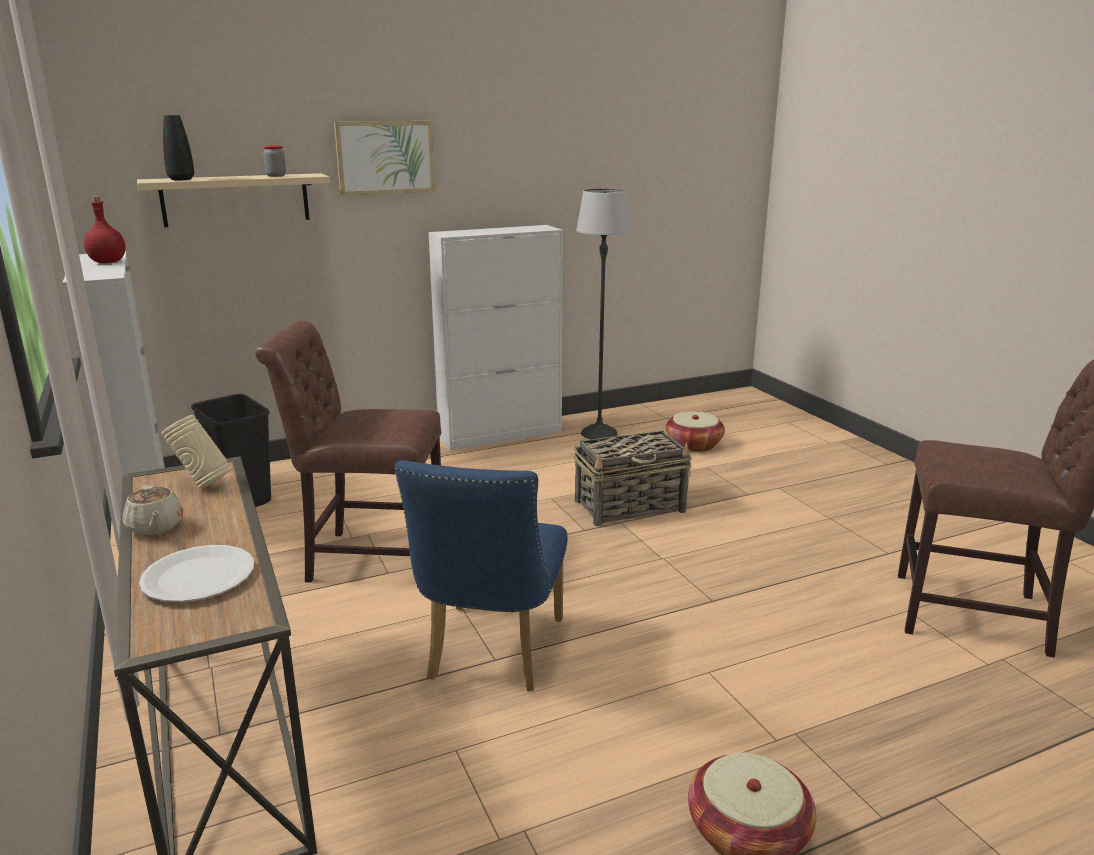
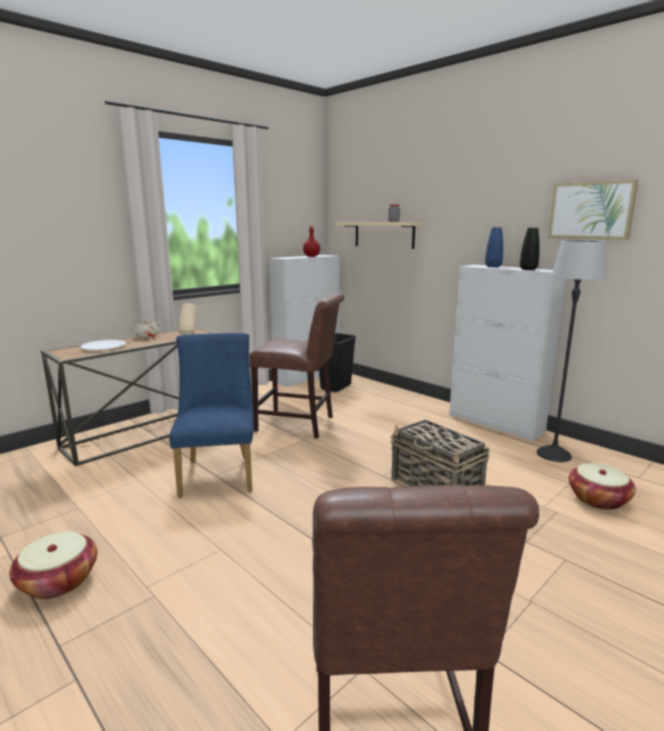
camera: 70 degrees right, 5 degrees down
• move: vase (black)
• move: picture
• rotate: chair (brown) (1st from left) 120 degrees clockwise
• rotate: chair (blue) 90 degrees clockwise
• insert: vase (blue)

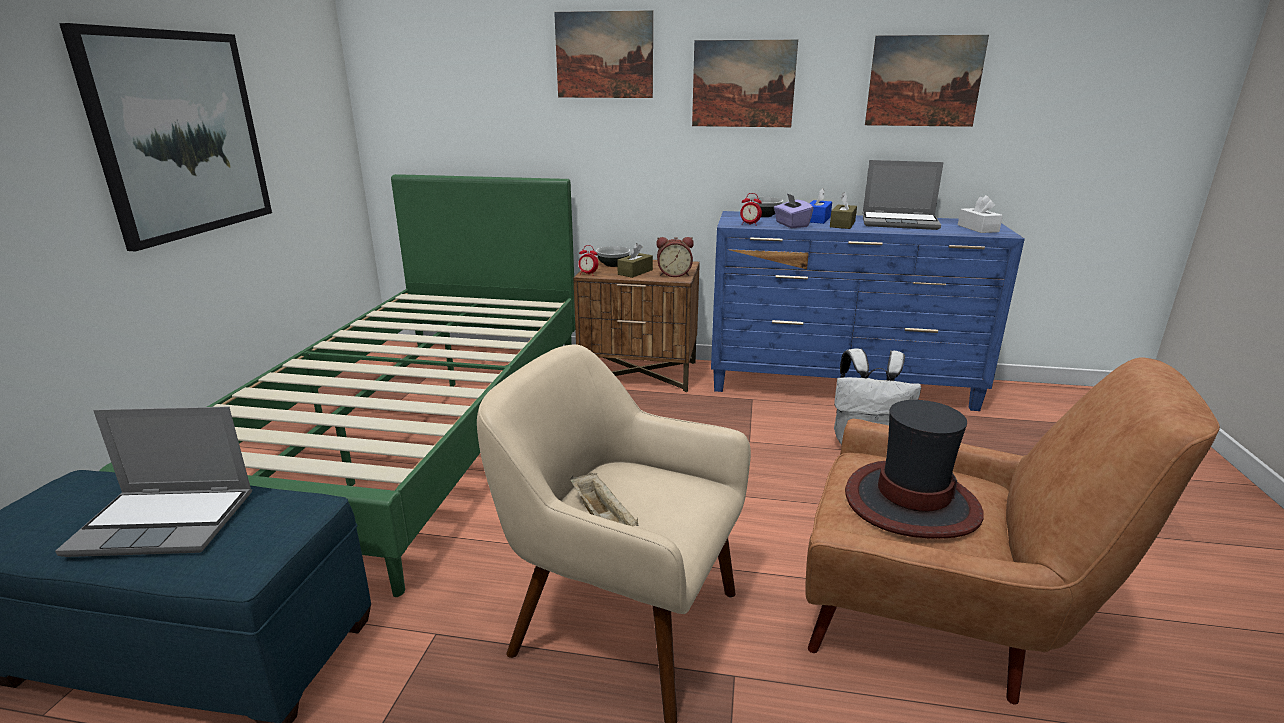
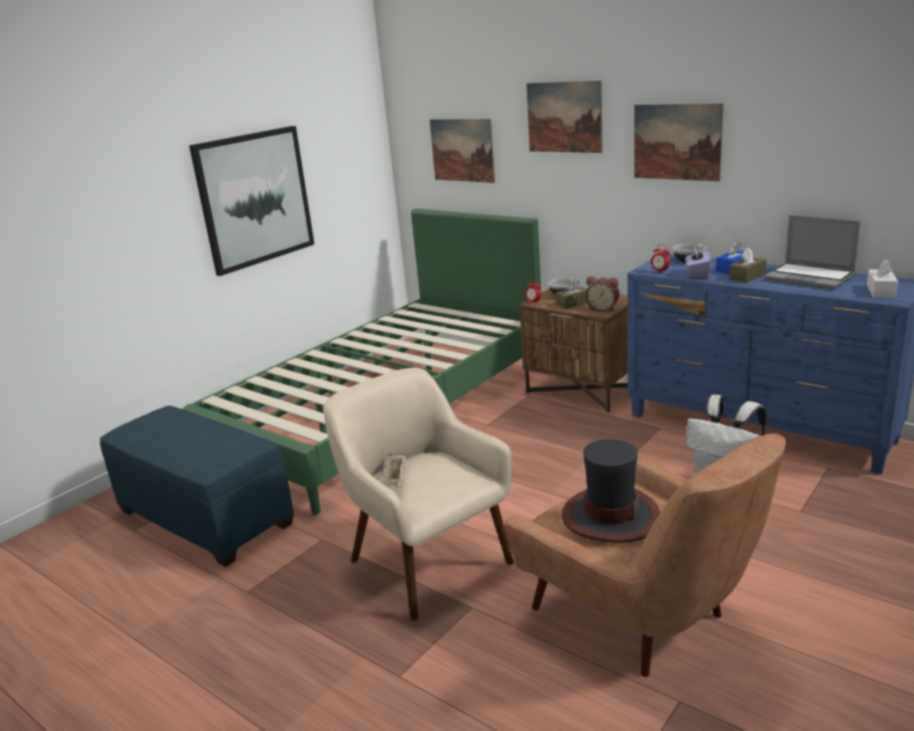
camera: 30 degrees right, 0 degrees up
• move: picture (4th from left in the first image) to picture (2nd from left)
• delete: laptop (1st from left)

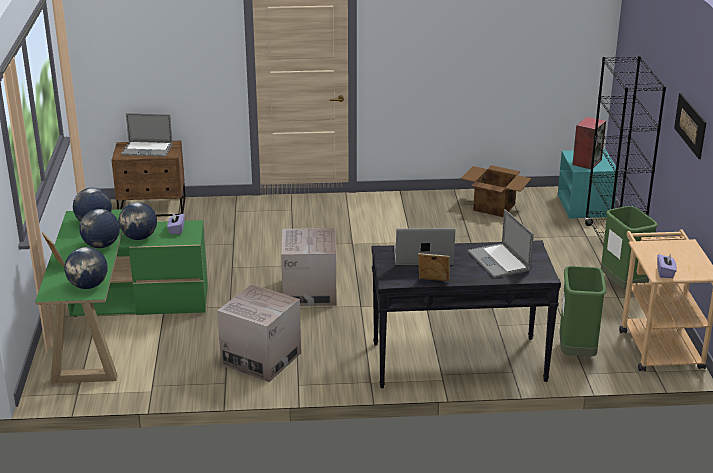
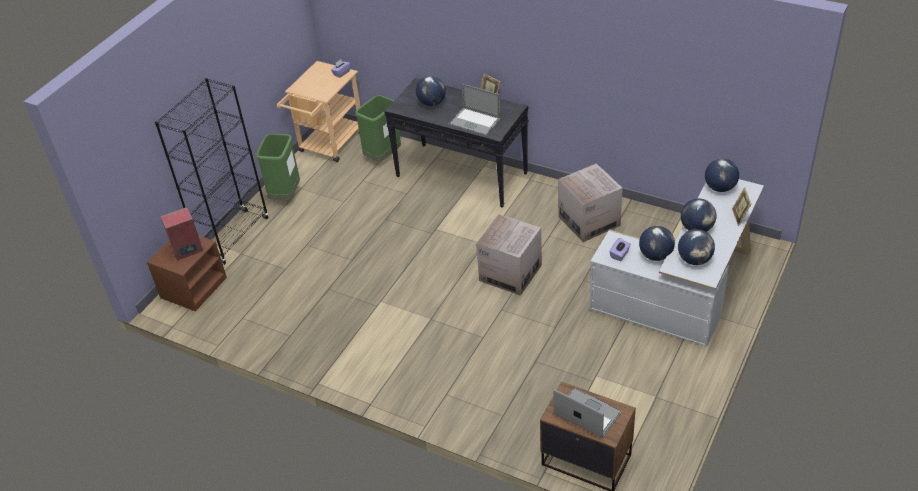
camera: 145 degrees left, 15 degrees up
• delete: picture
• recolor: nightstand (turquoise) to nightstand (brown) (1st from left)
• delete: cardboard box (3rd from left)
• recolor: desk (green) to desk (white)
• replace: laptop (3rd from left) to globe (1st from left)

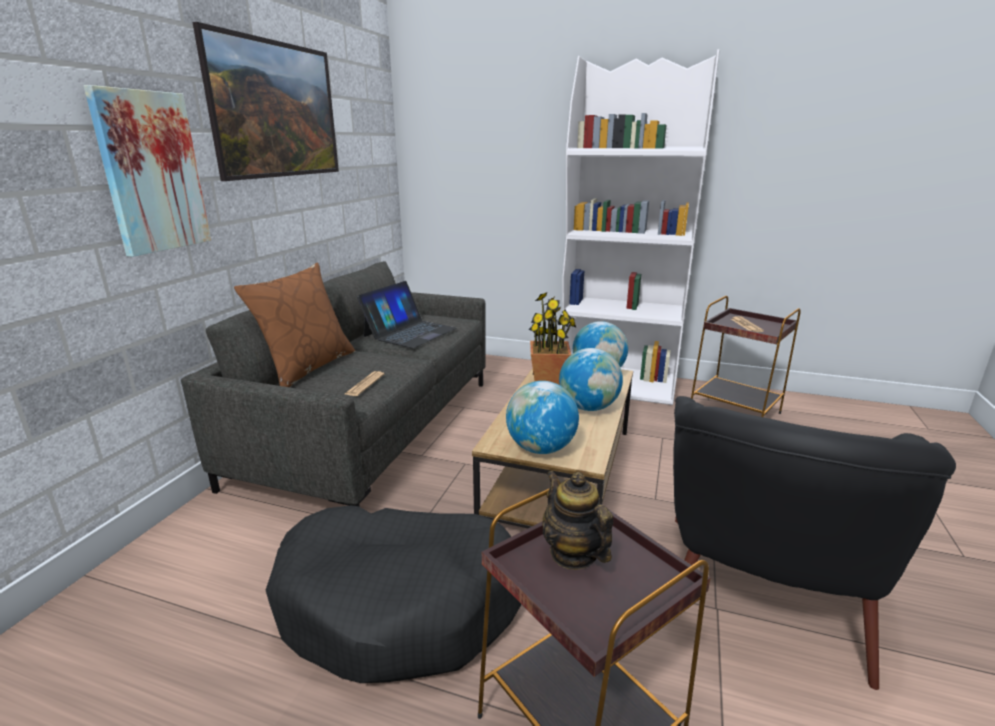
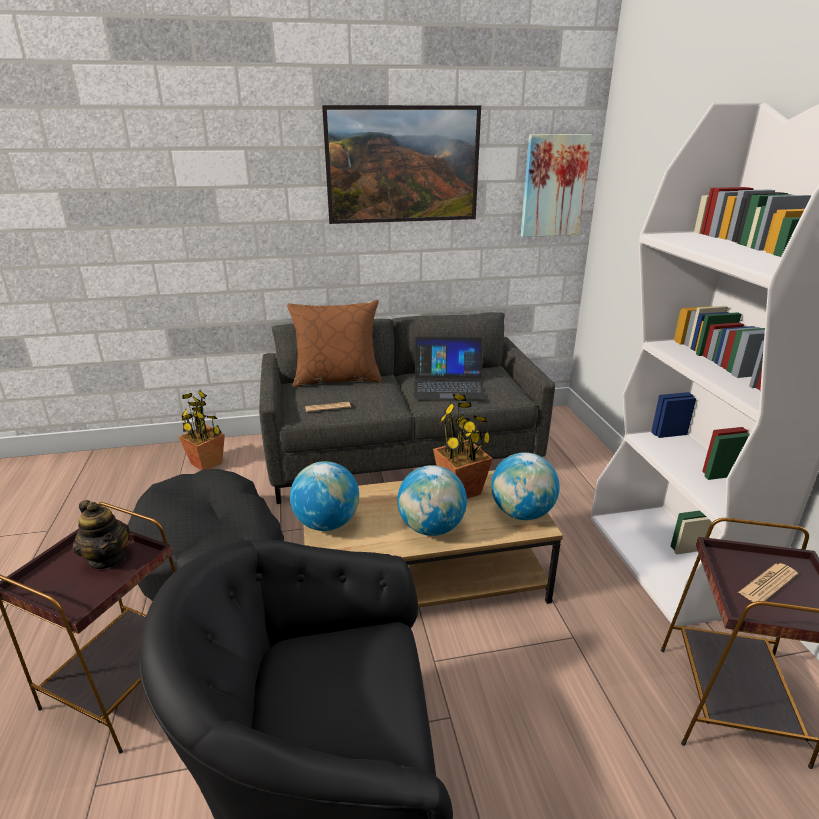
camera: 60 degrees right, 5 degrees up
• move: picture (1st from left in the first image) to picture (2nd from left)
• rotate: teapot 105 degrees clockwise
• insert: potted plant (1st from left)

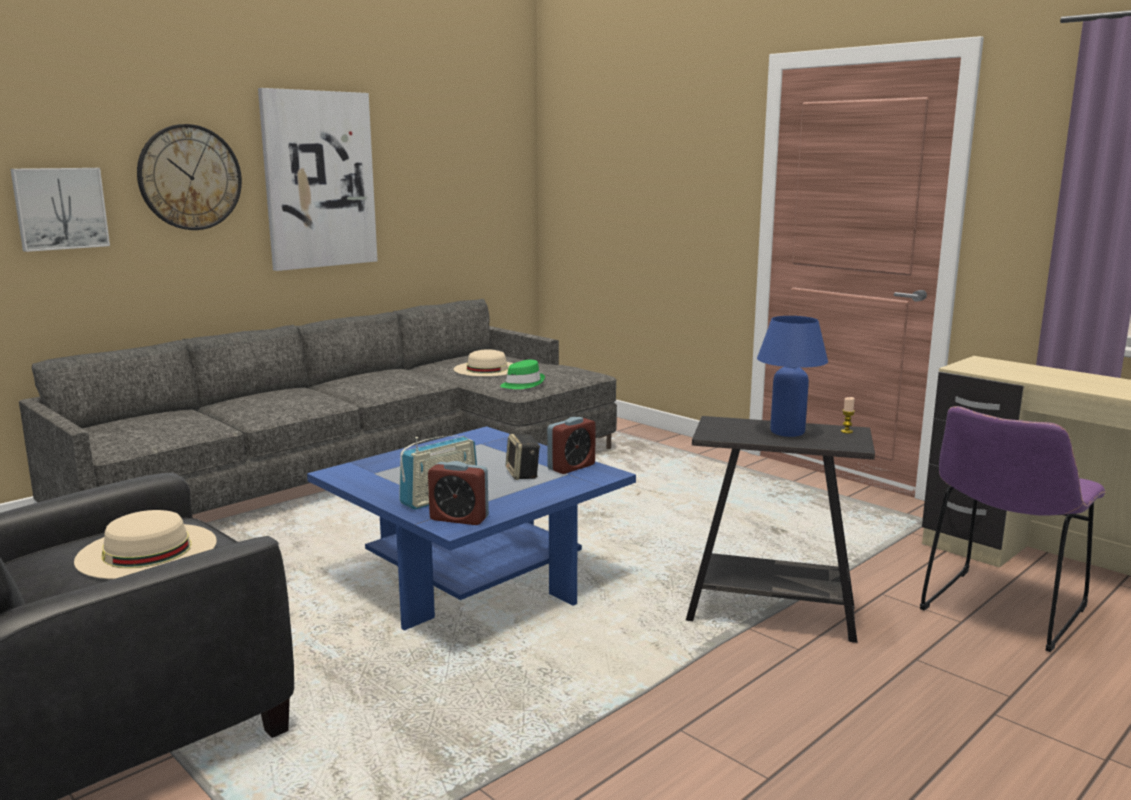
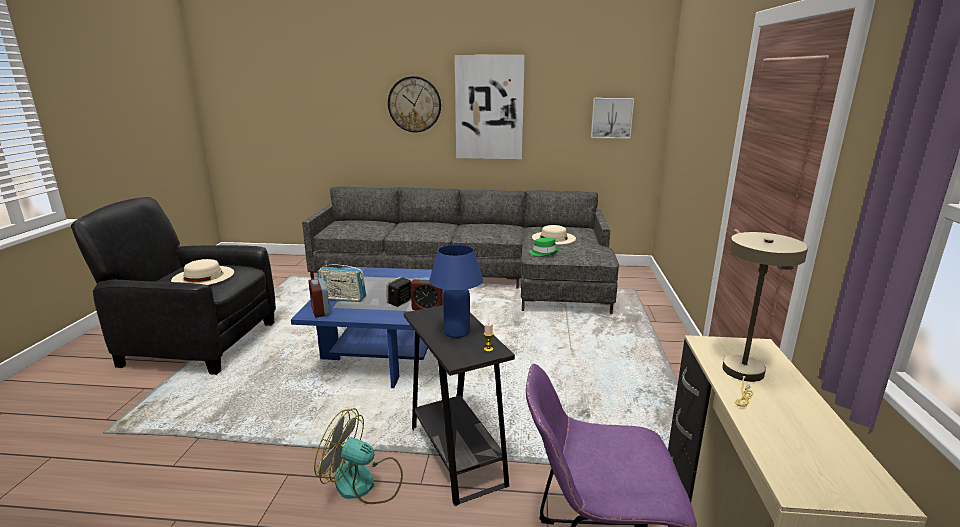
camera: 50 degrees right, 5 degrees up
• move: picture (1st from left in the first image) to picture (2nd from left)
• insert: table lamp (beige)
• insert: fan

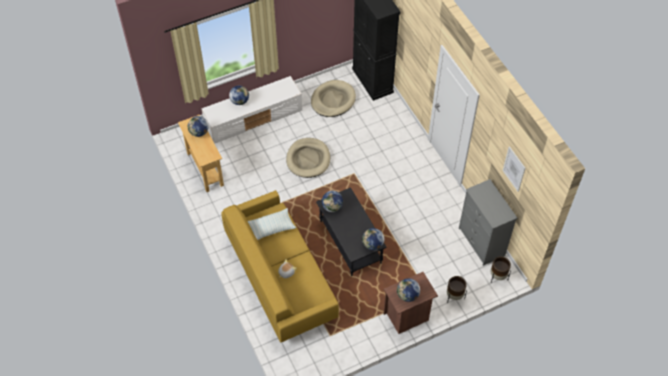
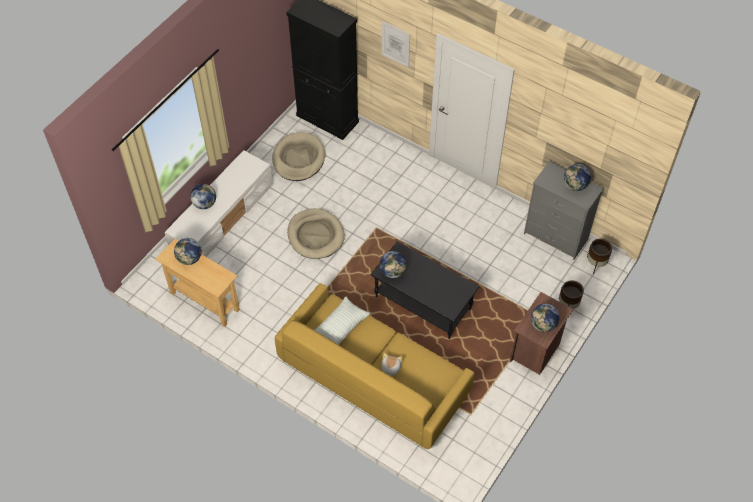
camera: 30 degrees left, 0 degrees up
• move: picture
• move: globe (4th from left in the first image) to globe (5th from left)

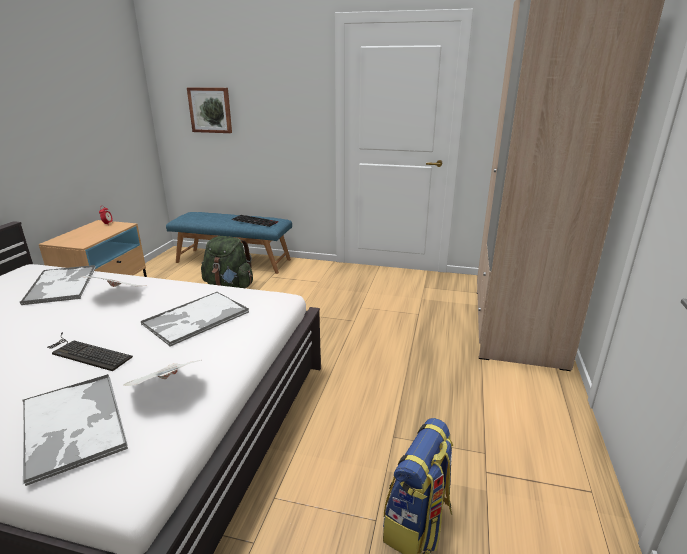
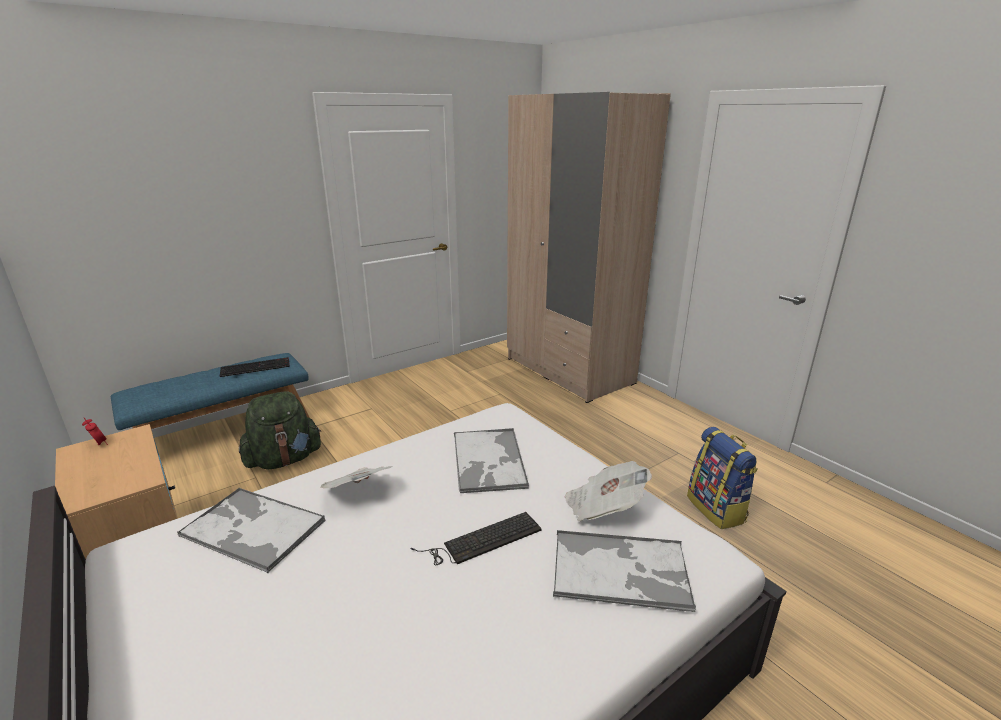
camera: 50 degrees left, 0 degrees up
• delete: picture

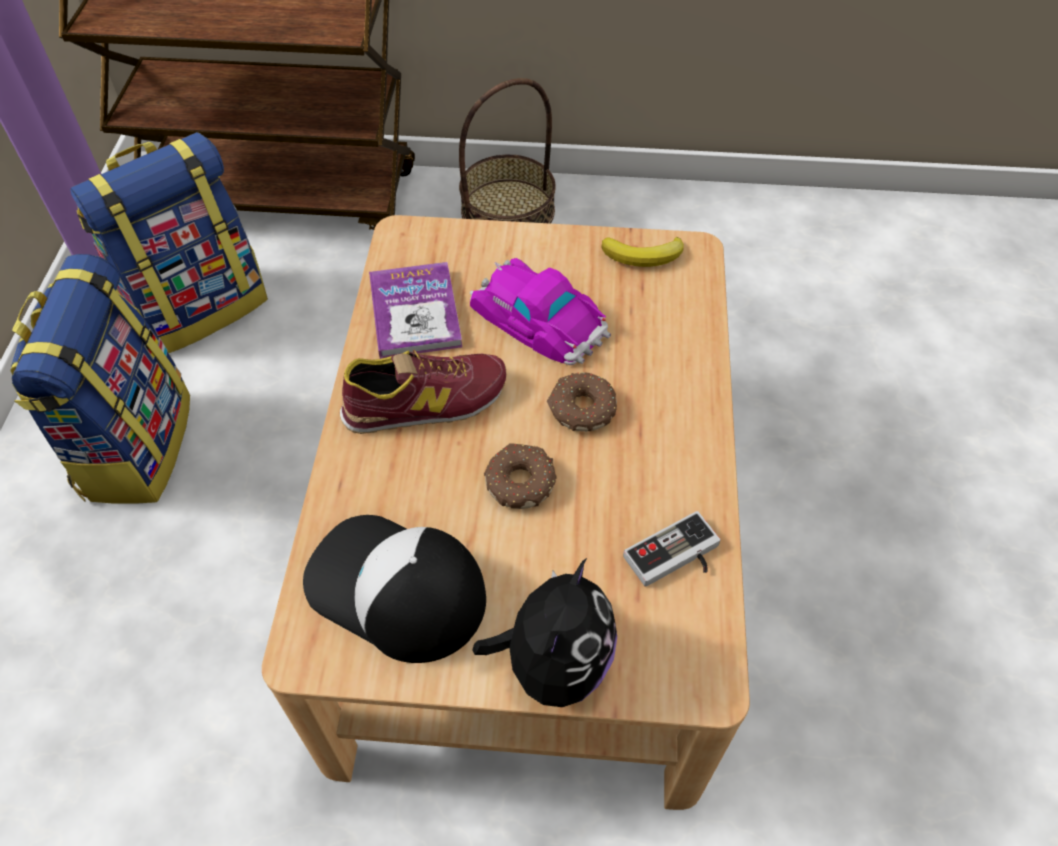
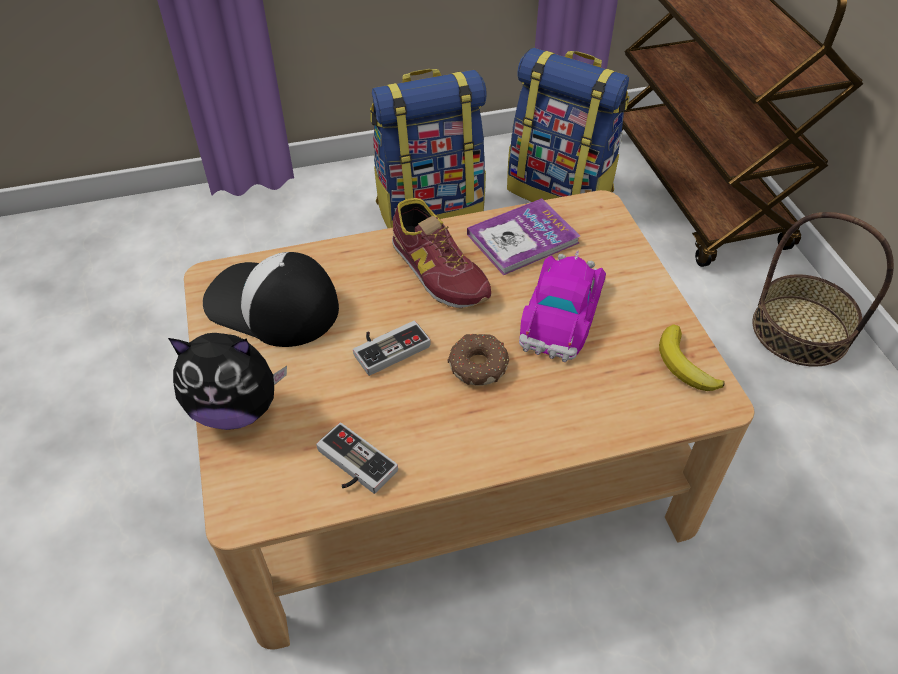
camera: 70 degrees right, 5 degrees down
• replace: donut (1st from left) to game controller (2nd from left)
• rotate: cap 75 degrees counterclockwise

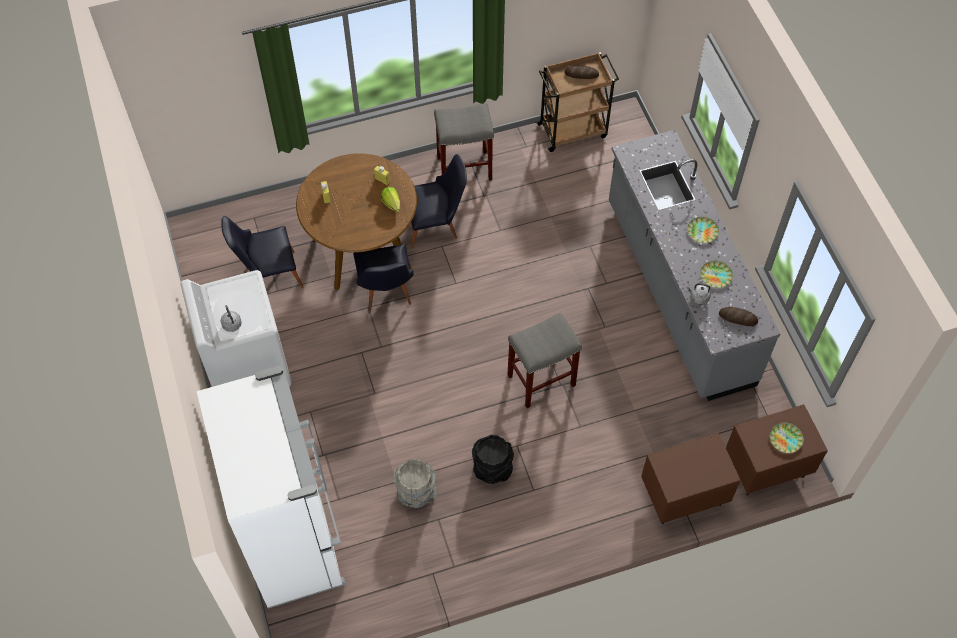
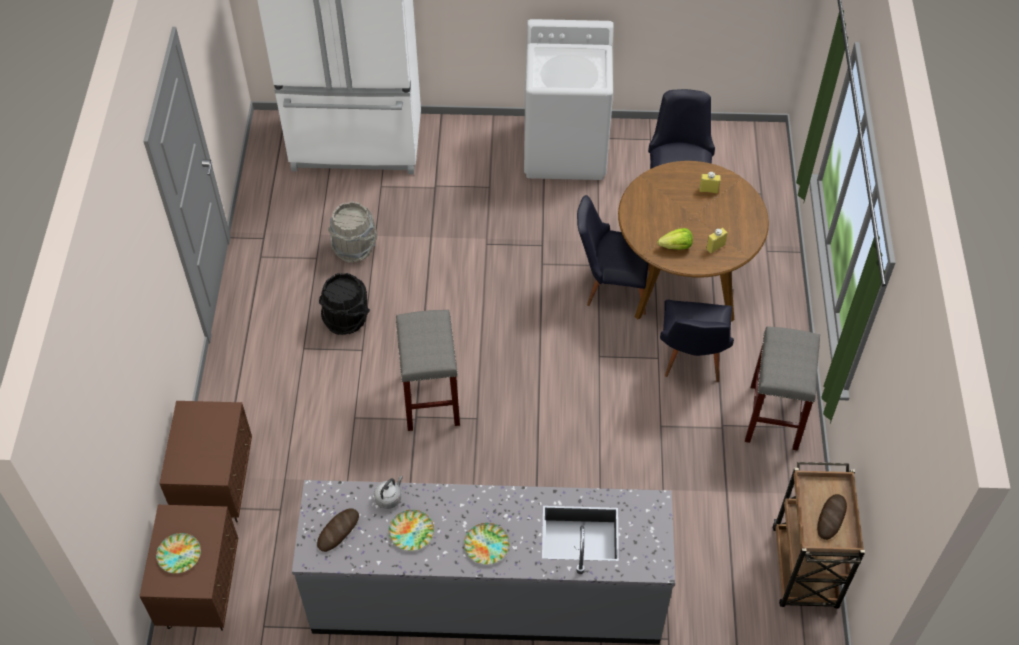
camera: 110 degrees right, 5 degrees down
• delete: kettle (grey) (1st from left)

